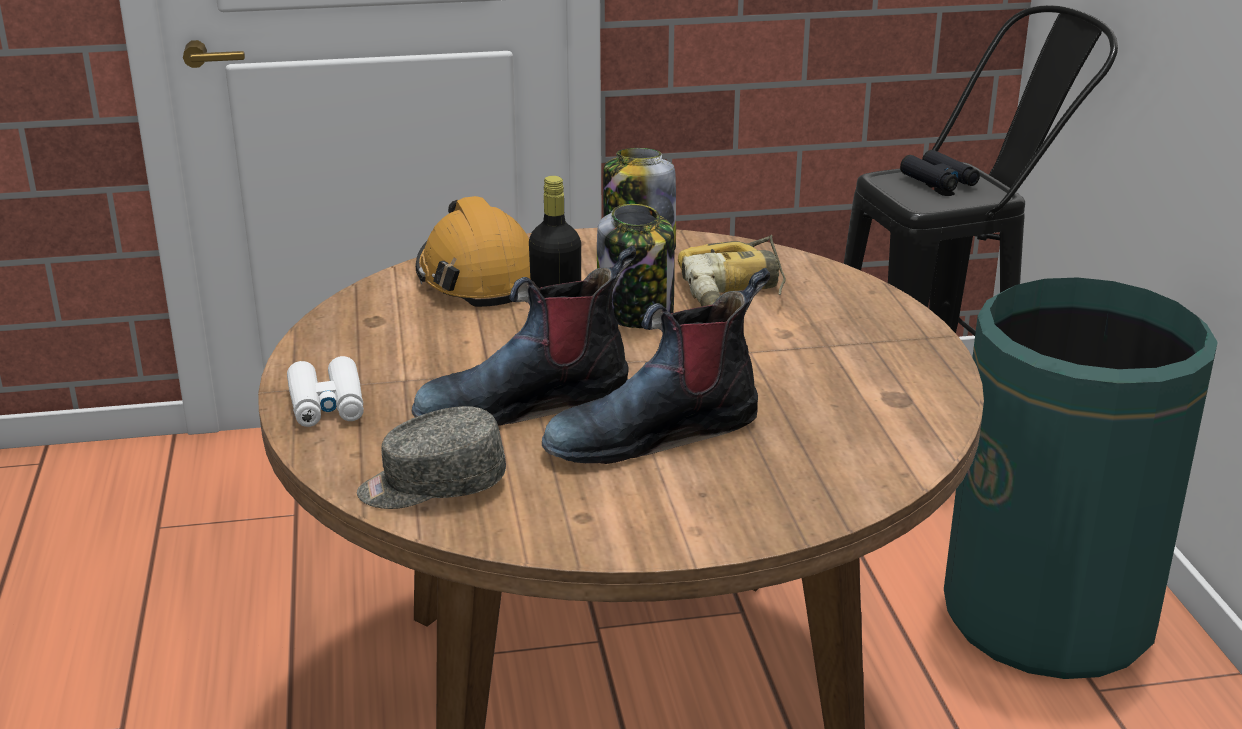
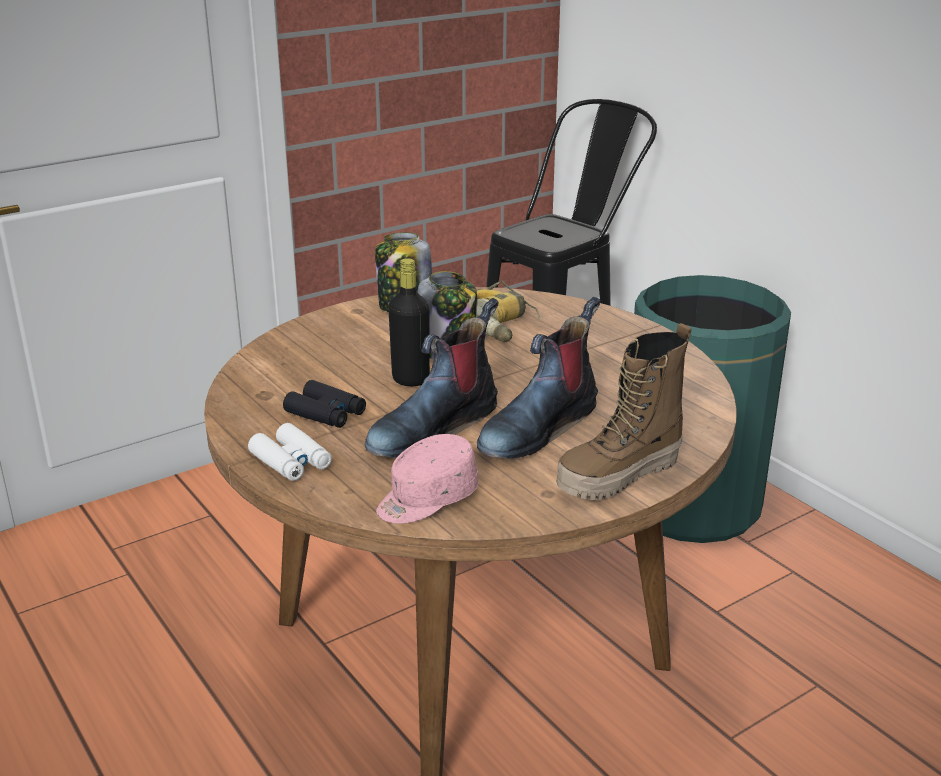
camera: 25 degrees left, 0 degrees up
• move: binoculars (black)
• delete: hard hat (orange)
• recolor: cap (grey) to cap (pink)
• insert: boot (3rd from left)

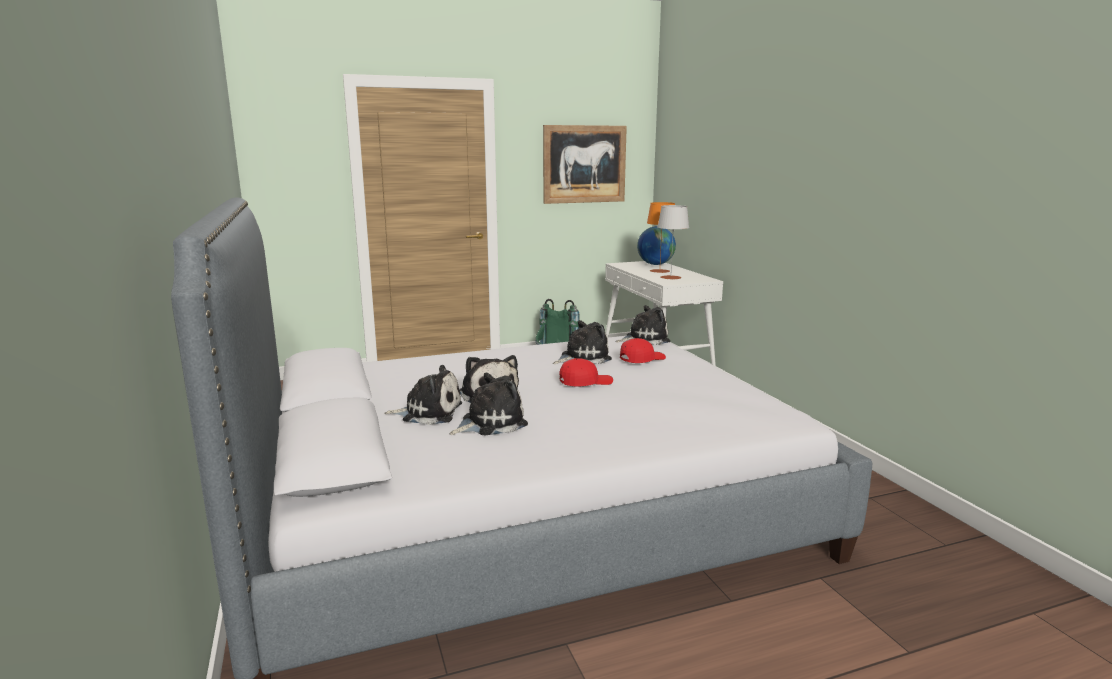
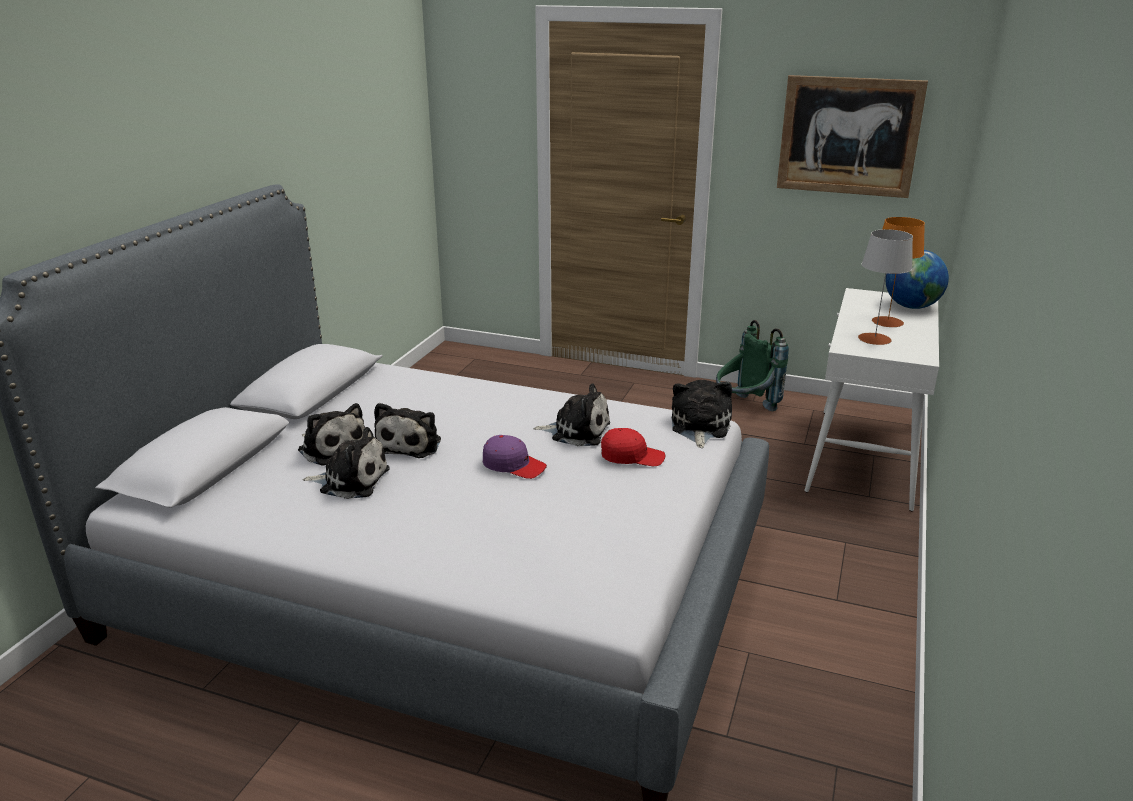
camera: 40 degrees right, 10 degrees up
• rotate: plush toy (5th from left) 105 degrees counterclockwise
• recolor: cap (red) (1st from left) to cap (purple)

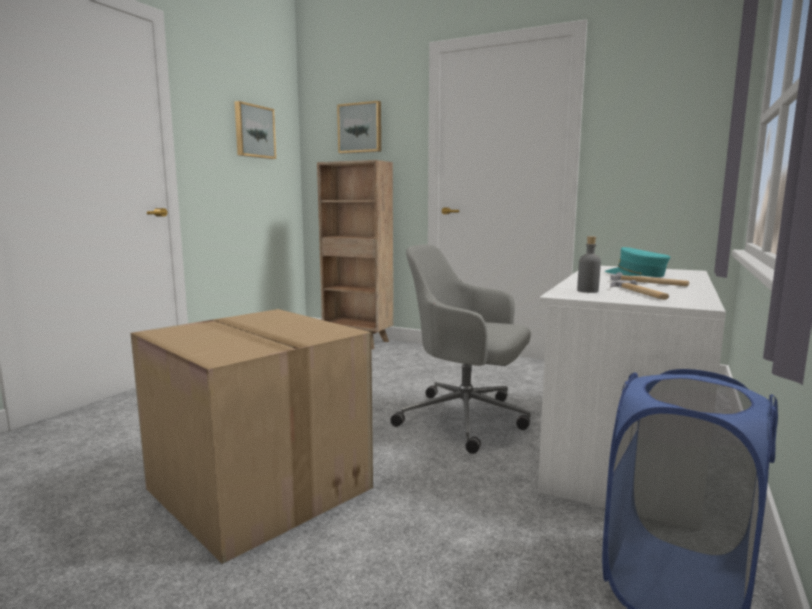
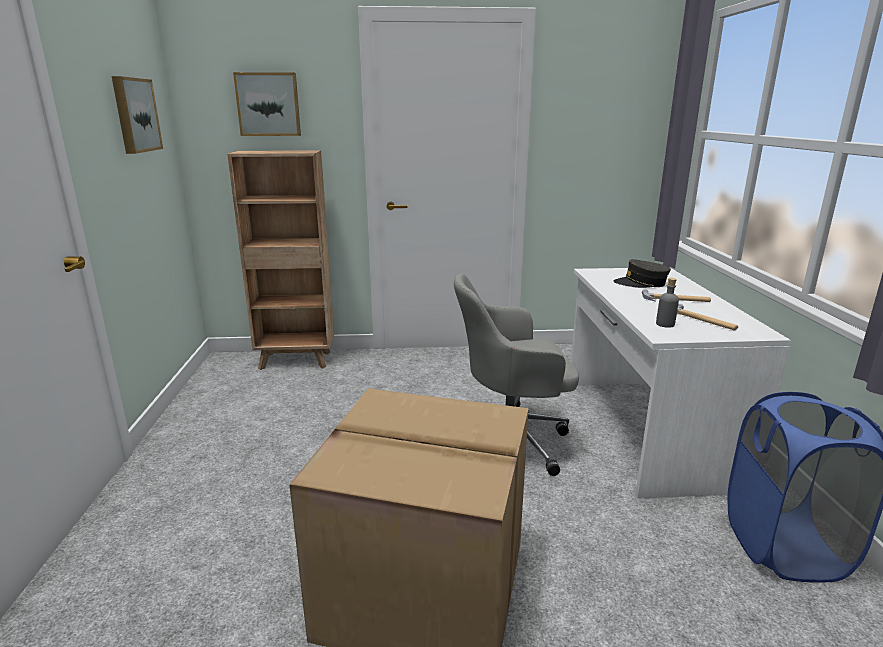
camera: 30 degrees left, 10 degrees up
• recolor: cap (turquoise) to cap (grey)

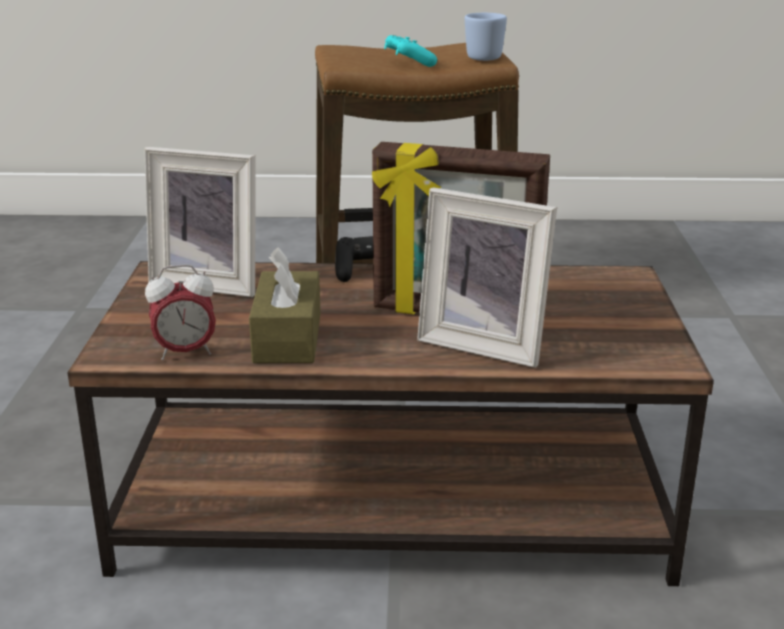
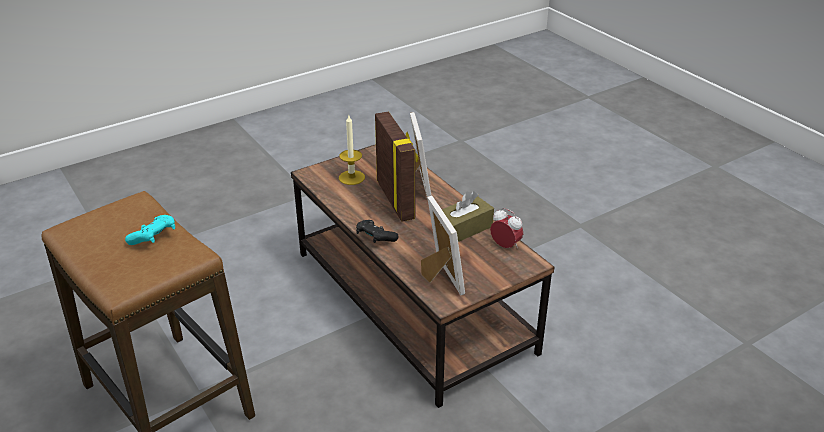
camera: 125 degrees left, 10 degrees up
• delete: mug (blue)
• insert: candle

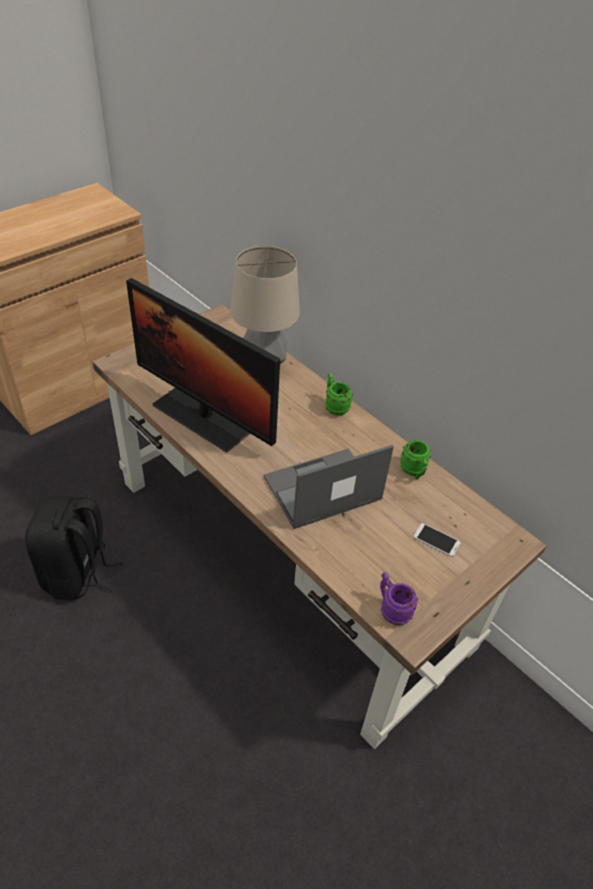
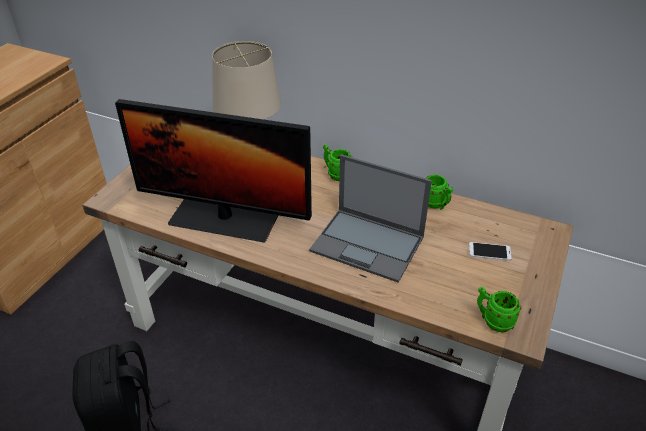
camera: 20 degrees left, 5 degrees down
• rotate: laptop 105 degrees counterclockwise
• recolor: mug (purple) to mug (green) (3rd from left)

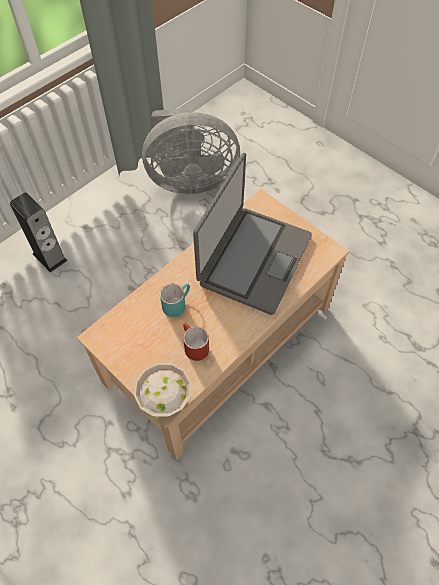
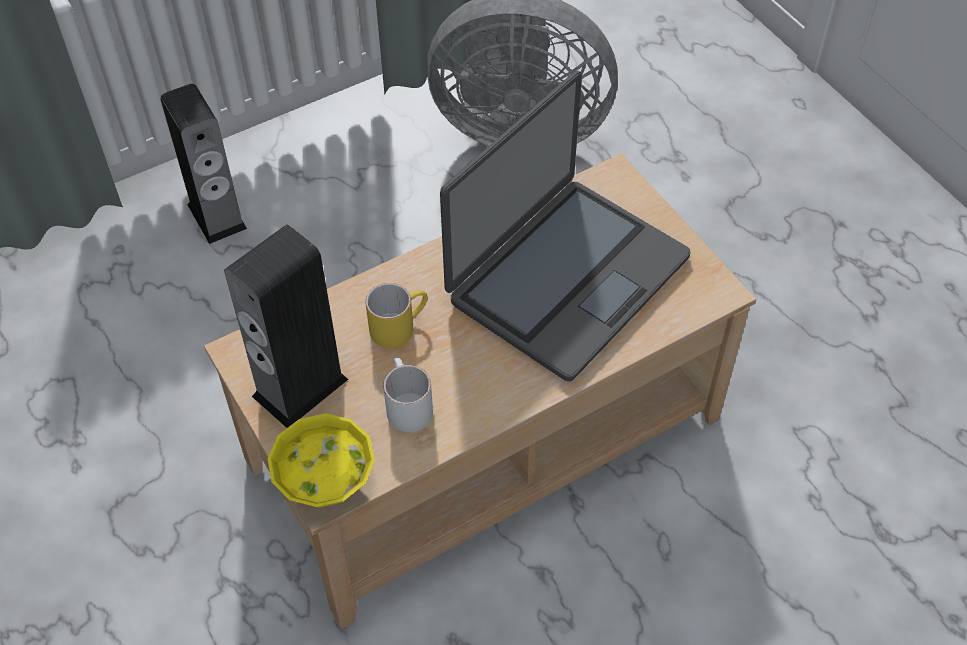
camera: 15 degrees right, 5 degrees down
• recolor: mug (turquoise) to mug (yellow)
• recolor: mug (red) to mug (white)
• recolor: bowl (white) to bowl (yellow)
• insert: speaker (2nd from left)

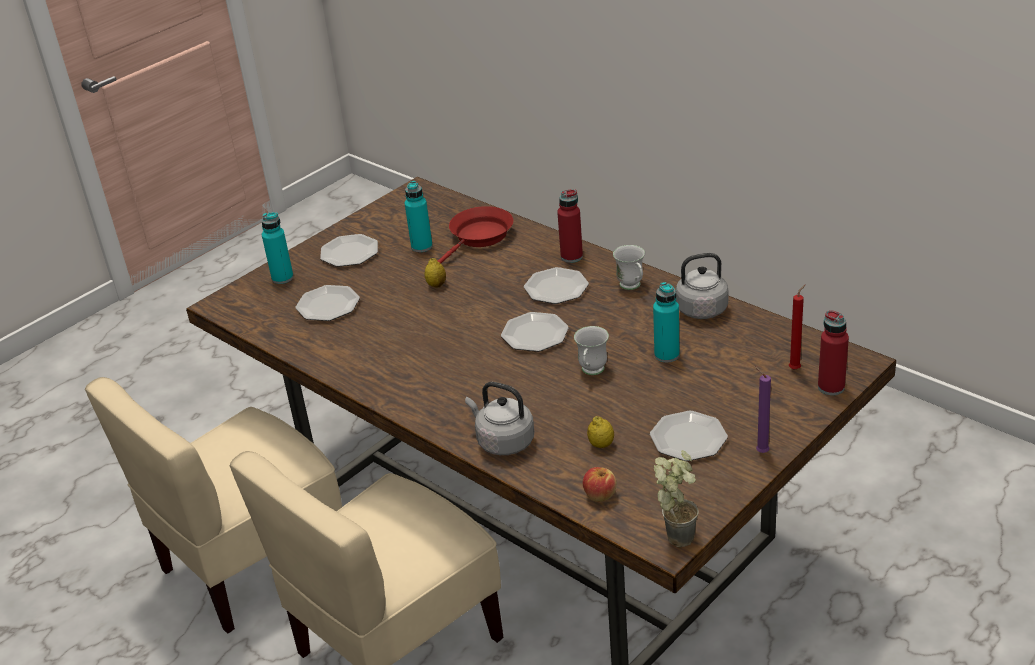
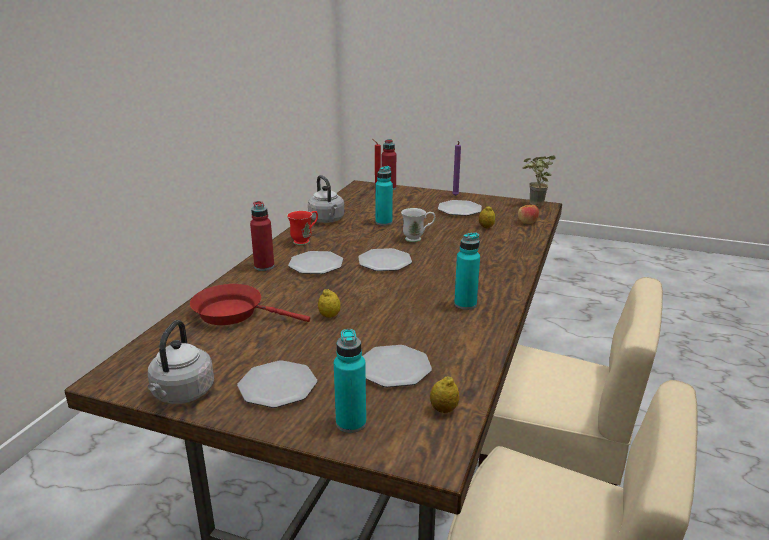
camera: 115 degrees left, 10 degrees down
• move: bottle (turquoise) (2nd from left in the first image) to bottle (turquoise) (3rd from left)
• recolor: mug (white) (2nd from left) to mug (red)
• move: kettle (grey) (1st from left)
• insert: lemon (2nd from left)

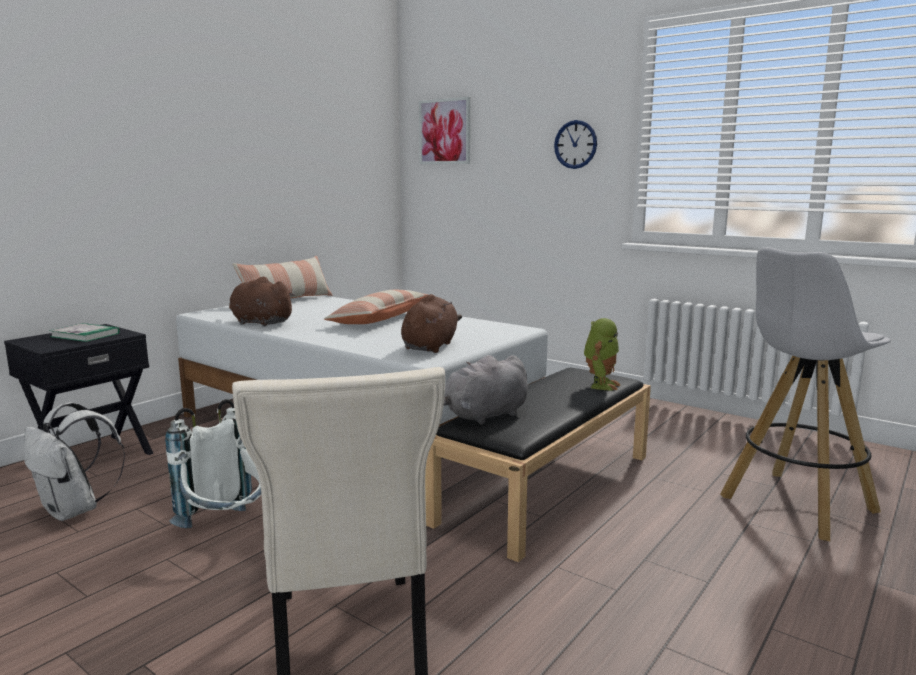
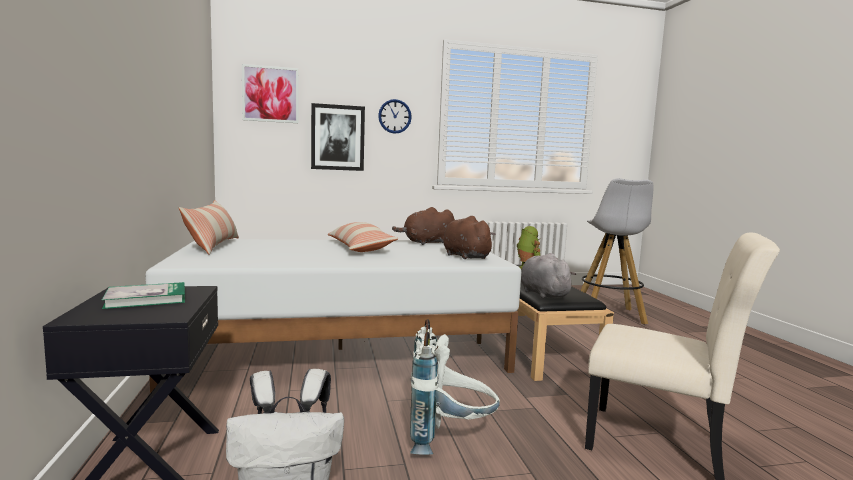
camera: 50 degrees left, 5 degrees down
• move: plush toy (brown) (1st from left)
• rotate: plush toy (grey) 150 degrees clockwise
• insert: picture (2nd from left)

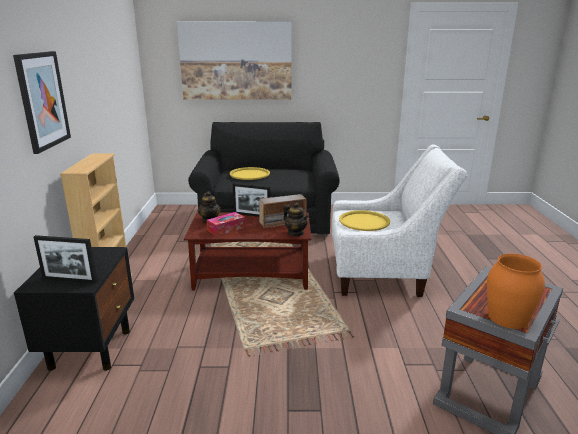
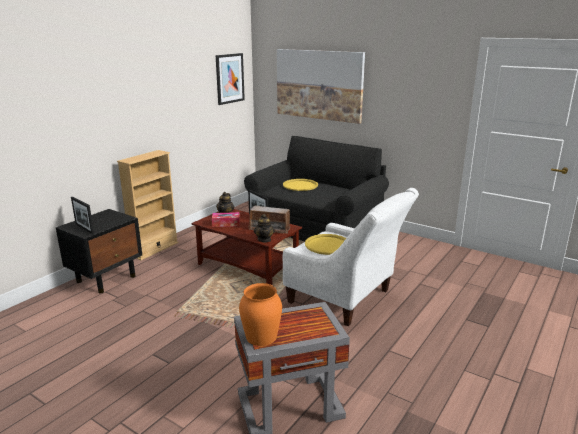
camera: 35 degrees right, 0 degrees up
• move: picture (1st from left)

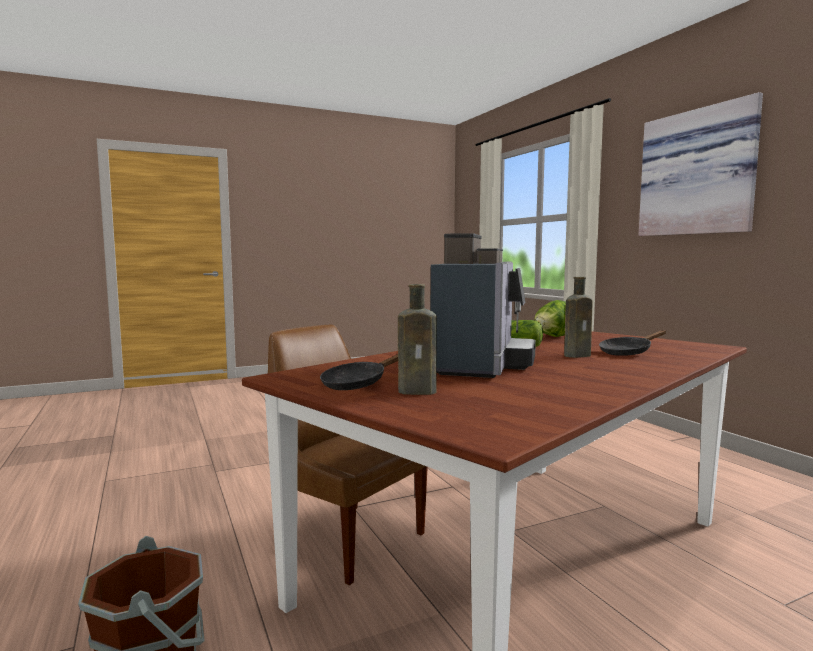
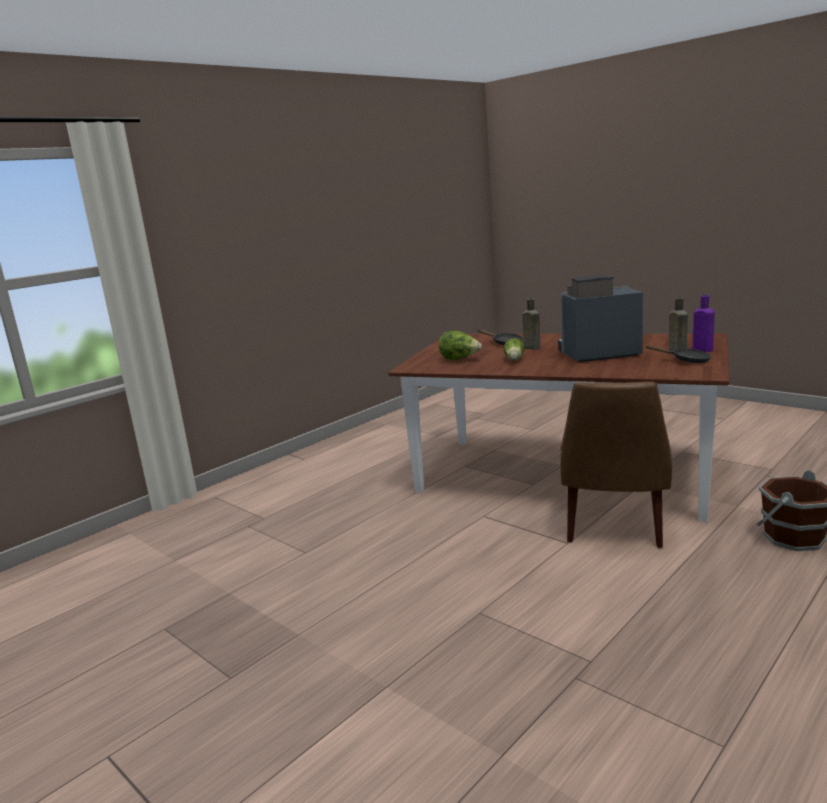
camera: 110 degrees left, 10 degrees up
• delete: picture
• insert: bottle (purple)

